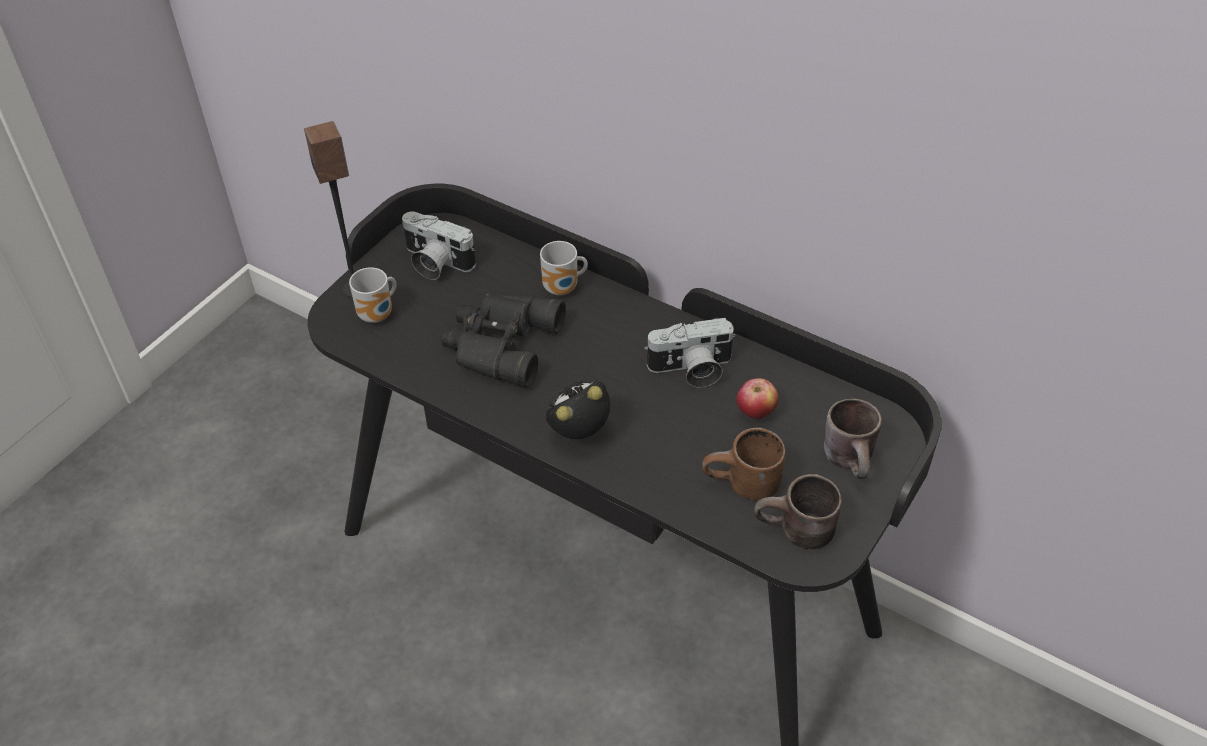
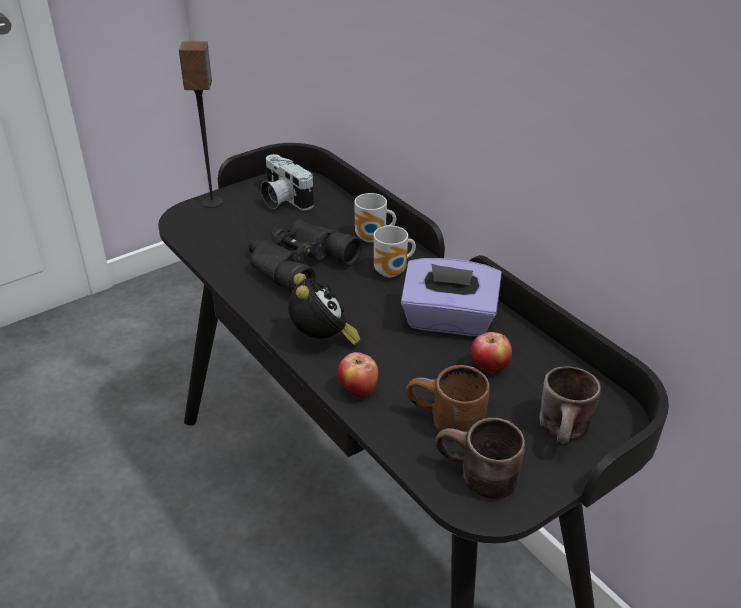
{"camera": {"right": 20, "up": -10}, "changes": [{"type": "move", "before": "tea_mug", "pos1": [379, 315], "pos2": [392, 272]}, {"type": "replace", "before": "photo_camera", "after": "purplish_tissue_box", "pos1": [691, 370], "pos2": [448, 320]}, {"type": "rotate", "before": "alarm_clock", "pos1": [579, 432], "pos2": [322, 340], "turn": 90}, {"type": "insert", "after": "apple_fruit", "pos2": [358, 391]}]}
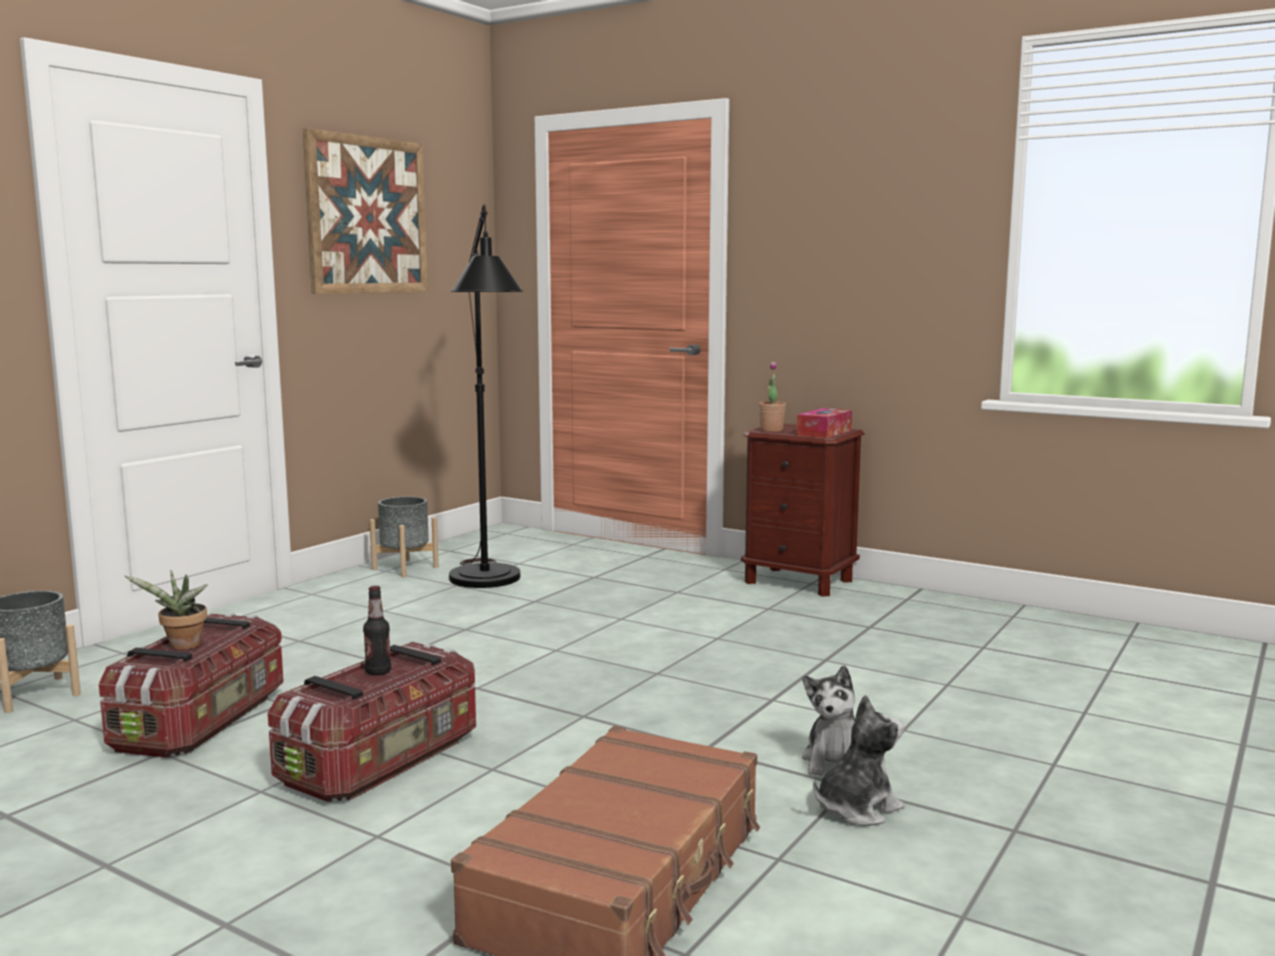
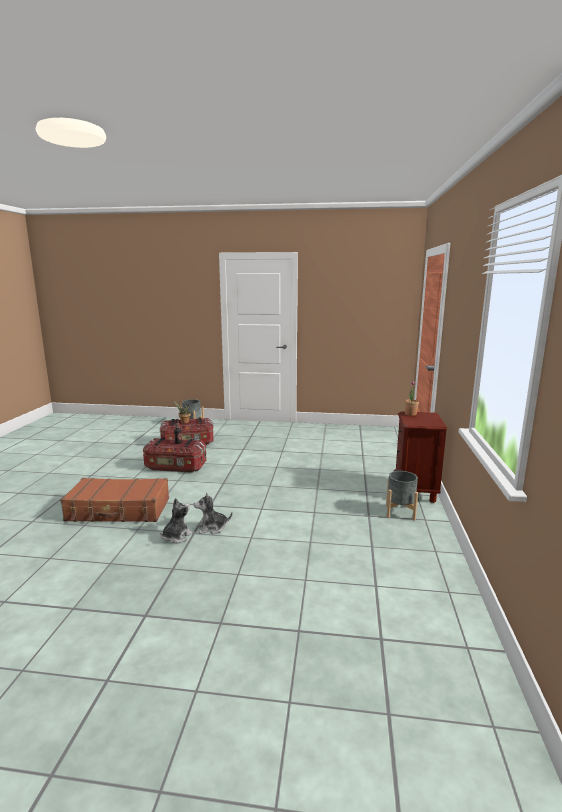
{"camera": {"right": 65, "up": 5}, "changes": [{"type": "delete", "before": "wall_art", "pos1": [367, 215]}, {"type": "delete", "before": "black-coloured_standing_lamp", "pos1": [487, 583]}, {"type": "delete", "before": "tissue_box", "pos1": [824, 433]}, {"type": "move", "before": "gray_flower_pot", "pos1": [405, 568], "pos2": [400, 512]}, {"type": "rotate", "before": "plush_toy", "pos1": [856, 809], "pos2": [176, 537], "turn": -90}]}
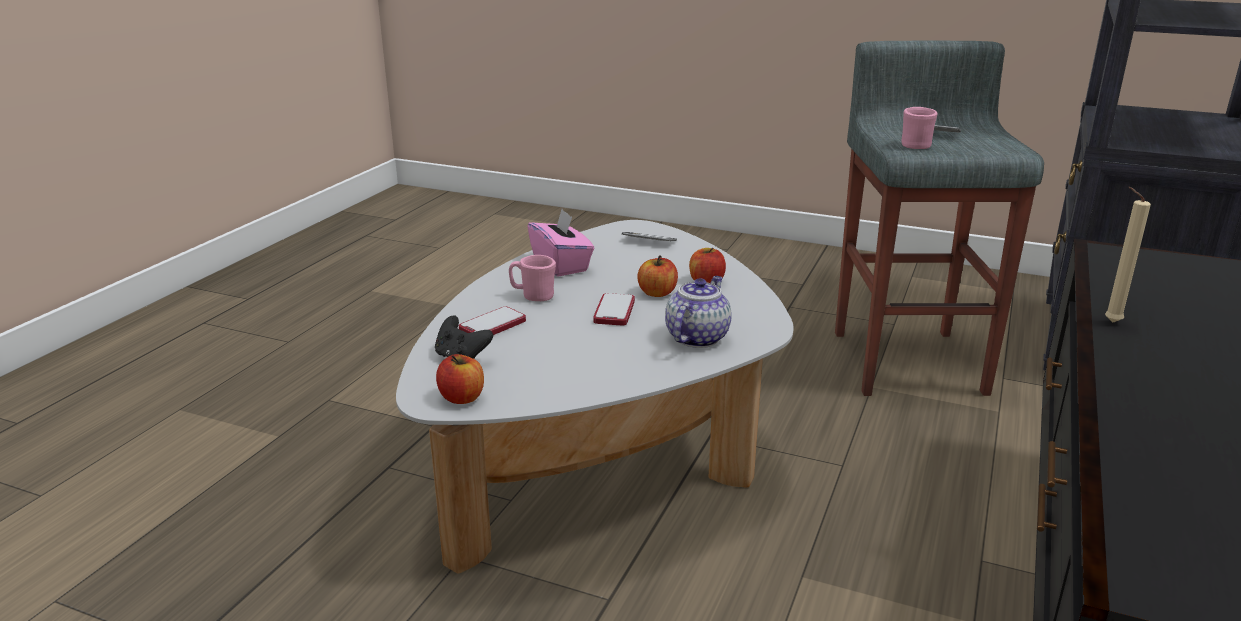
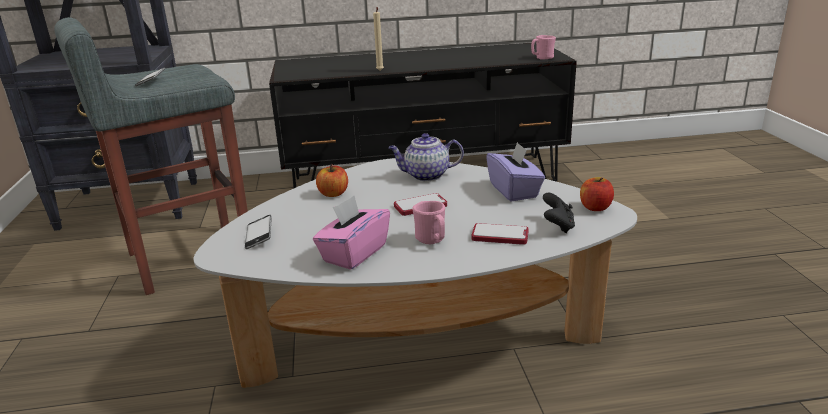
{"camera": {"right": -120, "up": 0}, "changes": [{"type": "move", "before": "pink-coloured_tea_mug", "pos1": [915, 145], "pos2": [542, 58]}, {"type": "delete", "before": "apple_fruit", "pos1": [657, 293]}, {"type": "insert", "after": "purplish_tissue_box", "pos2": [514, 190]}]}
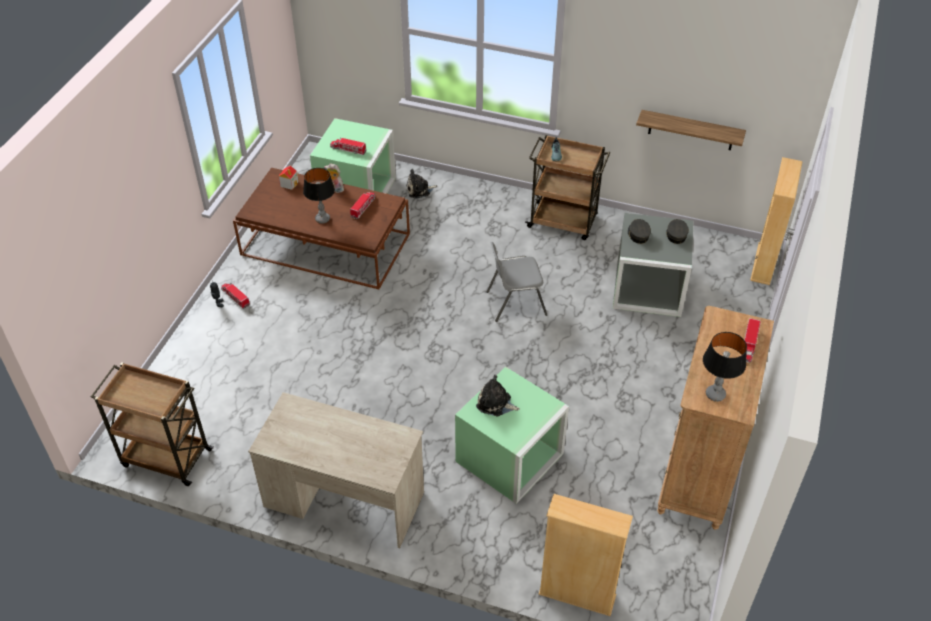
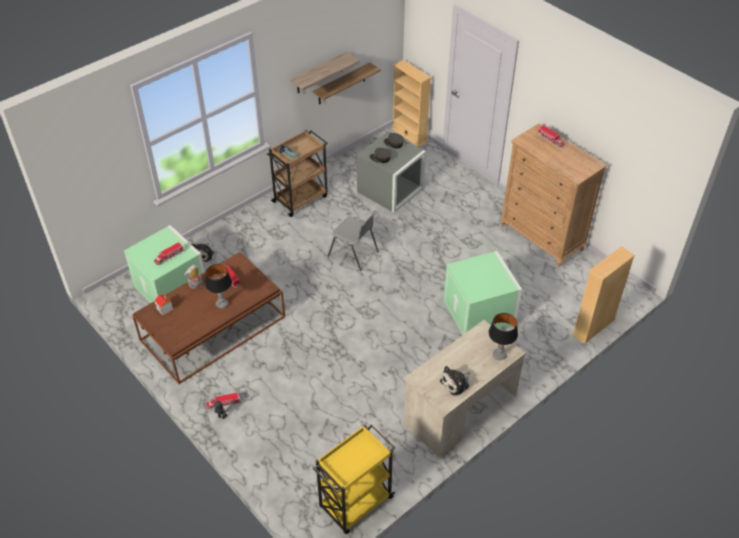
{"camera": {"right": -60, "up": 0}, "changes": [{"type": "rotate", "before": "gray_upright_chair", "pos1": [515, 303], "pos2": [354, 254], "turn": -75}, {"type": "move", "before": "table_lamp", "pos1": [715, 394], "pos2": [499, 355]}, {"type": "recolor", "before": "brown_wheeled_cart", "after": "yellow_wheeled_cart", "pos1": [165, 457], "pos2": [355, 503]}, {"type": "move", "before": "plush_toy", "pos1": [495, 403], "pos2": [456, 383]}, {"type": "insert", "after": "wall_shelf", "pos2": [319, 73]}]}
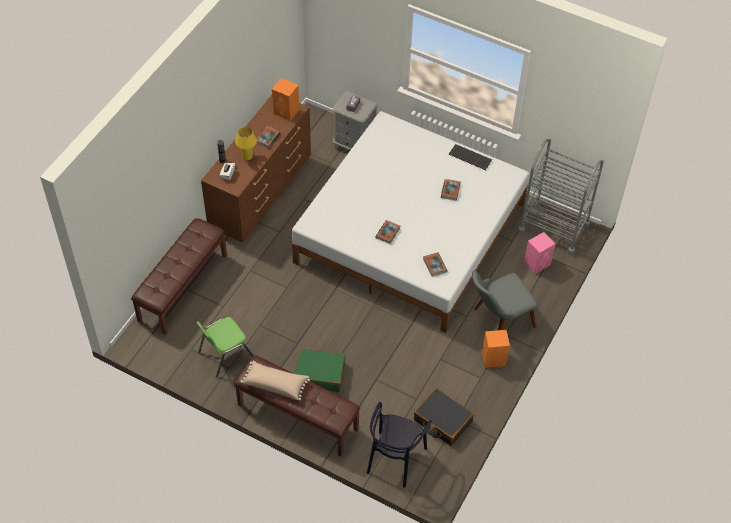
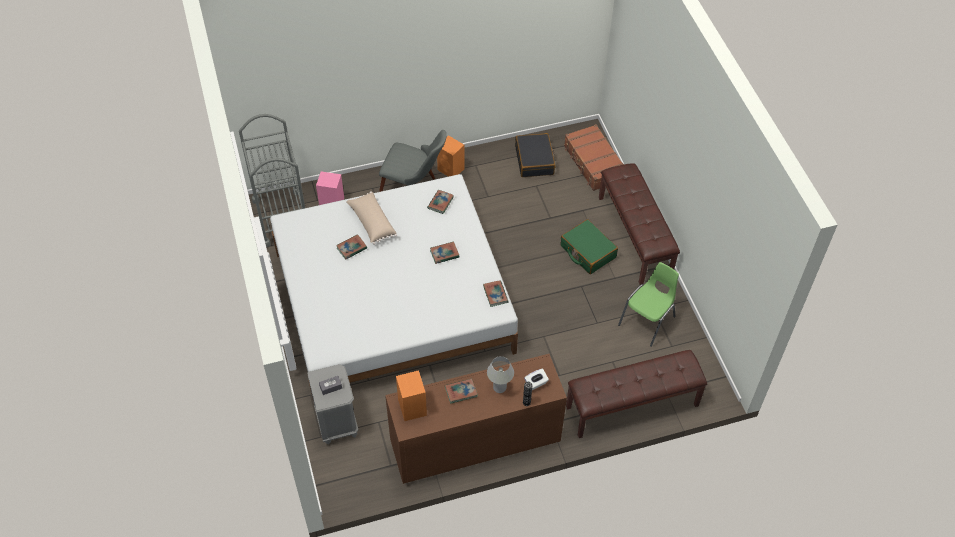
{"camera": {"right": -135, "up": 0}, "changes": [{"type": "recolor", "before": "yellow_table_lamp", "after": "whitish_table_lamp", "pos1": [247, 156], "pos2": [499, 387]}, {"type": "delete", "before": "keyboard", "pos1": [469, 158]}, {"type": "rotate", "before": "green_upright_chair", "pos1": [225, 355], "pos2": [648, 321], "turn": -60}, {"type": "move", "before": "beige-coloured_pillow", "pos1": [275, 384], "pos2": [371, 222]}, {"type": "replace", "before": "black-coloured_upright_chair", "after": "brown_travel_case", "pos1": [395, 458], "pos2": [593, 163]}, {"type": "insert", "after": "volume", "pos2": [495, 294]}]}
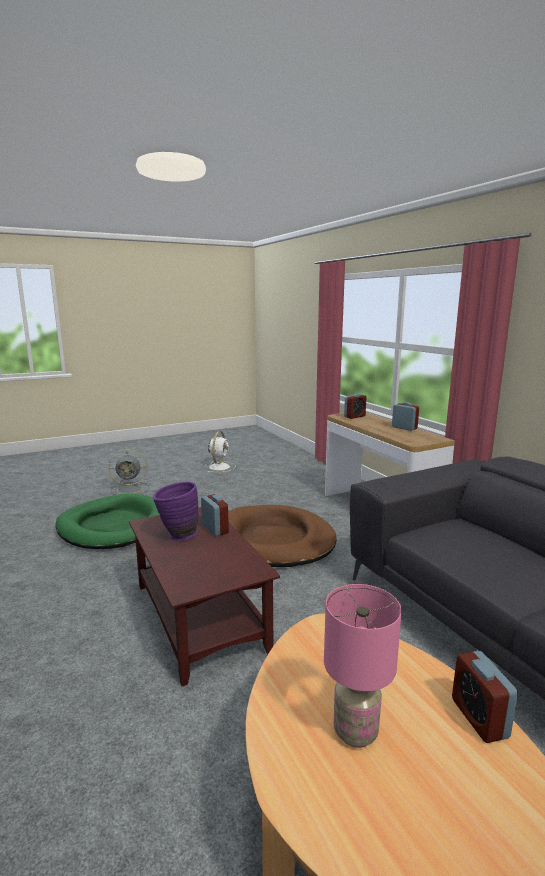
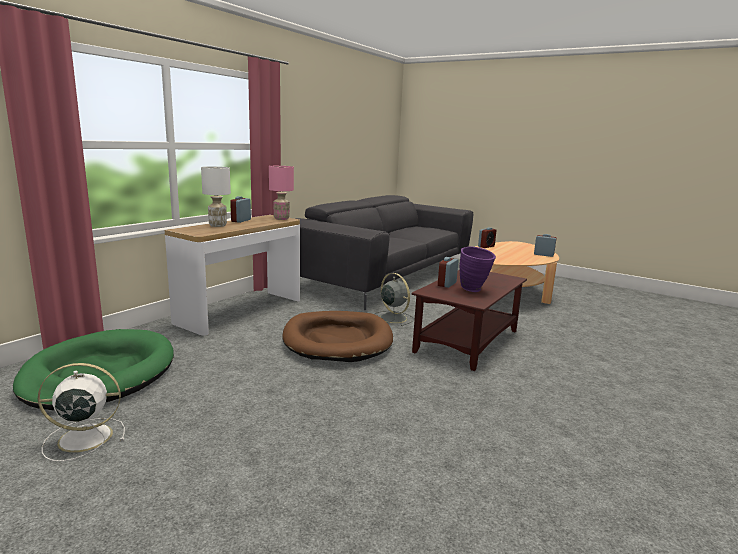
{"camera": {"right": -120, "up": 0}, "changes": [{"type": "move", "before": "alarm_clock", "pos1": [354, 416], "pos2": [543, 255]}, {"type": "move", "before": "gray_electric_fan", "pos1": [131, 489], "pos2": [392, 318]}, {"type": "move", "before": "green_pet_bed", "pos1": [114, 526], "pos2": [100, 374]}, {"type": "move", "before": "pink-coloured_table_lamp", "pos1": [356, 731], "pos2": [281, 219]}, {"type": "insert", "after": "whitish_table_lamp", "pos2": [217, 225]}]}
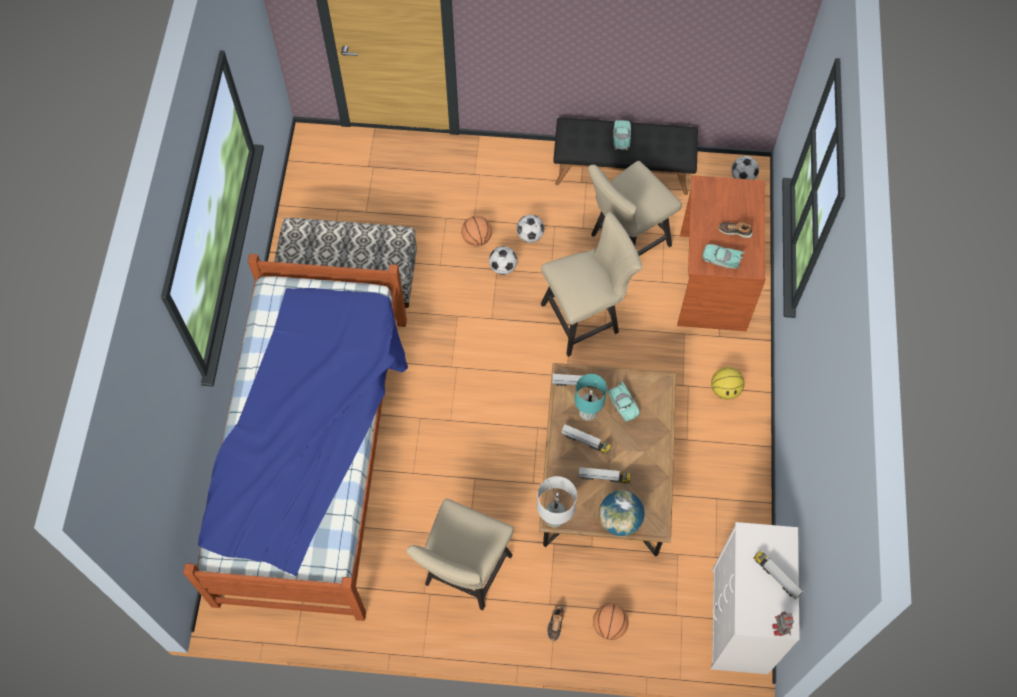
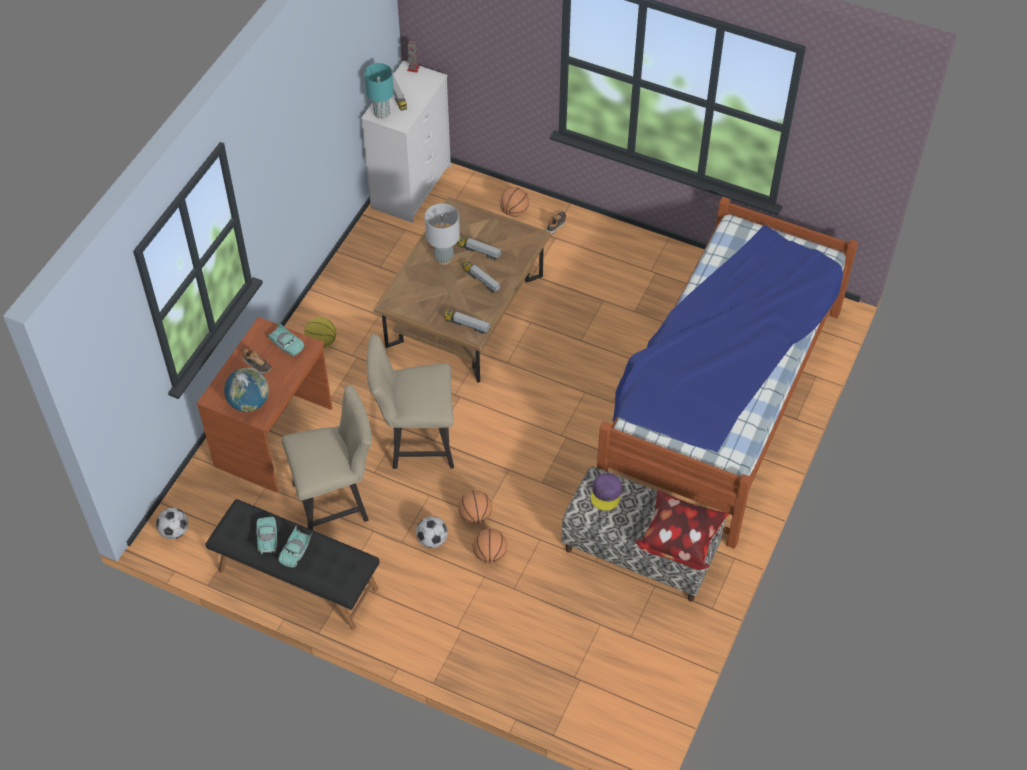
{"camera": {"right": -160, "up": -10}, "changes": [{"type": "replace", "before": "ball_for_football", "after": "ball_for_basketball", "pos1": [503, 267], "pos2": [475, 516]}, {"type": "move", "before": "blue-green_table_lamp", "pos1": [588, 412], "pos2": [381, 113]}, {"type": "move", "before": "blue-green_toy_car", "pos1": [622, 404], "pos2": [267, 538]}, {"type": "move", "before": "gray_table_lamp", "pos1": [554, 518], "pos2": [443, 259]}, {"type": "move", "before": "globe", "pos1": [619, 520], "pos2": [249, 402]}, {"type": "delete", "before": "beige-coloured_upright_chair", "pos1": [464, 575]}, {"type": "insert", "after": "purplish_cap", "pos2": [606, 493]}, {"type": "insert", "after": "pillow", "pos2": [679, 540]}]}
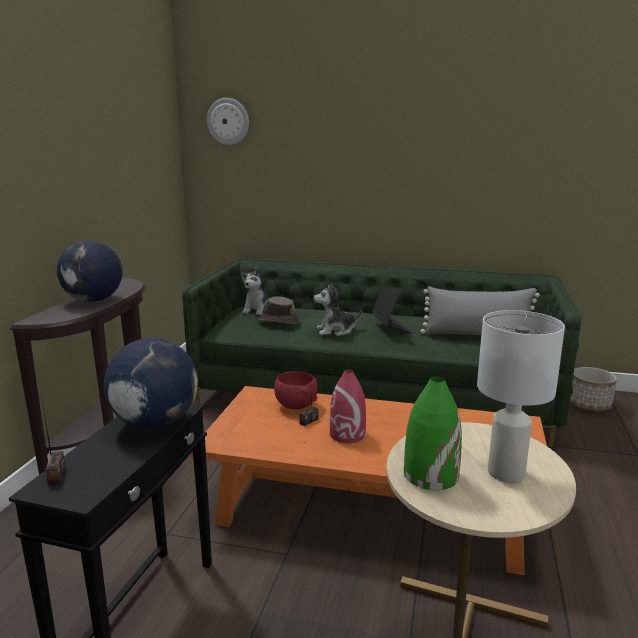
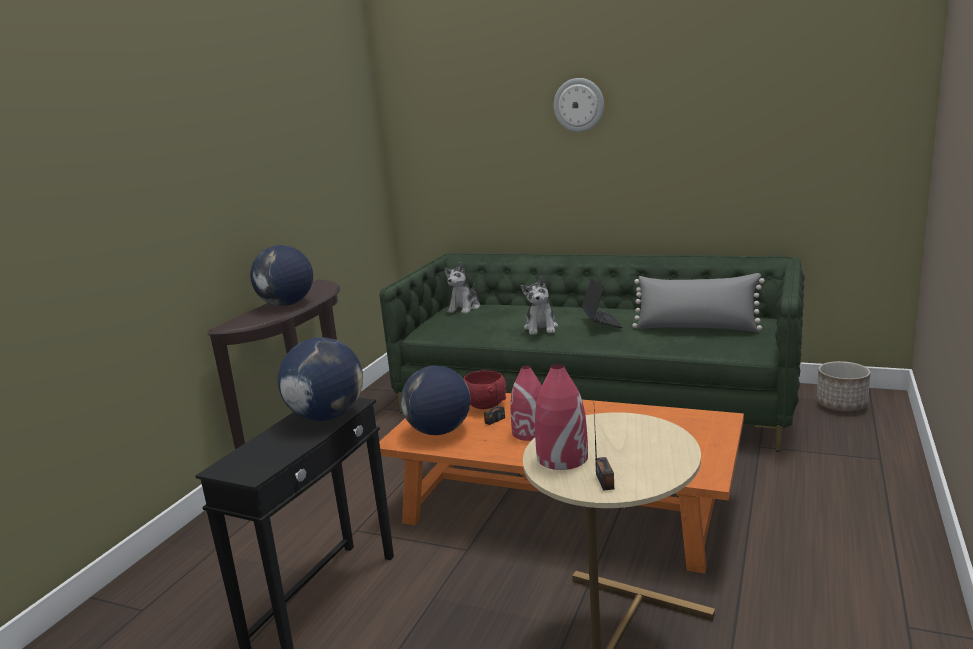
{"camera": {"right": 10, "up": 0}, "changes": [{"type": "move", "before": "wall_clock", "pos1": [228, 121], "pos2": [579, 105]}, {"type": "rotate", "before": "plush_toy", "pos1": [335, 331], "pos2": [541, 328], "turn": -90}, {"type": "delete", "before": "brown_hat", "pos1": [278, 321]}, {"type": "delete", "before": "whitish_table_lamp", "pos1": [507, 473]}, {"type": "recolor", "before": "green_flower_vase", "after": "reddish_flower_vase", "pos1": [430, 475], "pos2": [561, 457]}, {"type": "move", "before": "radio_set", "pos1": [56, 475], "pos2": [604, 481]}, {"type": "insert", "after": "globe", "pos2": [439, 431]}]}
